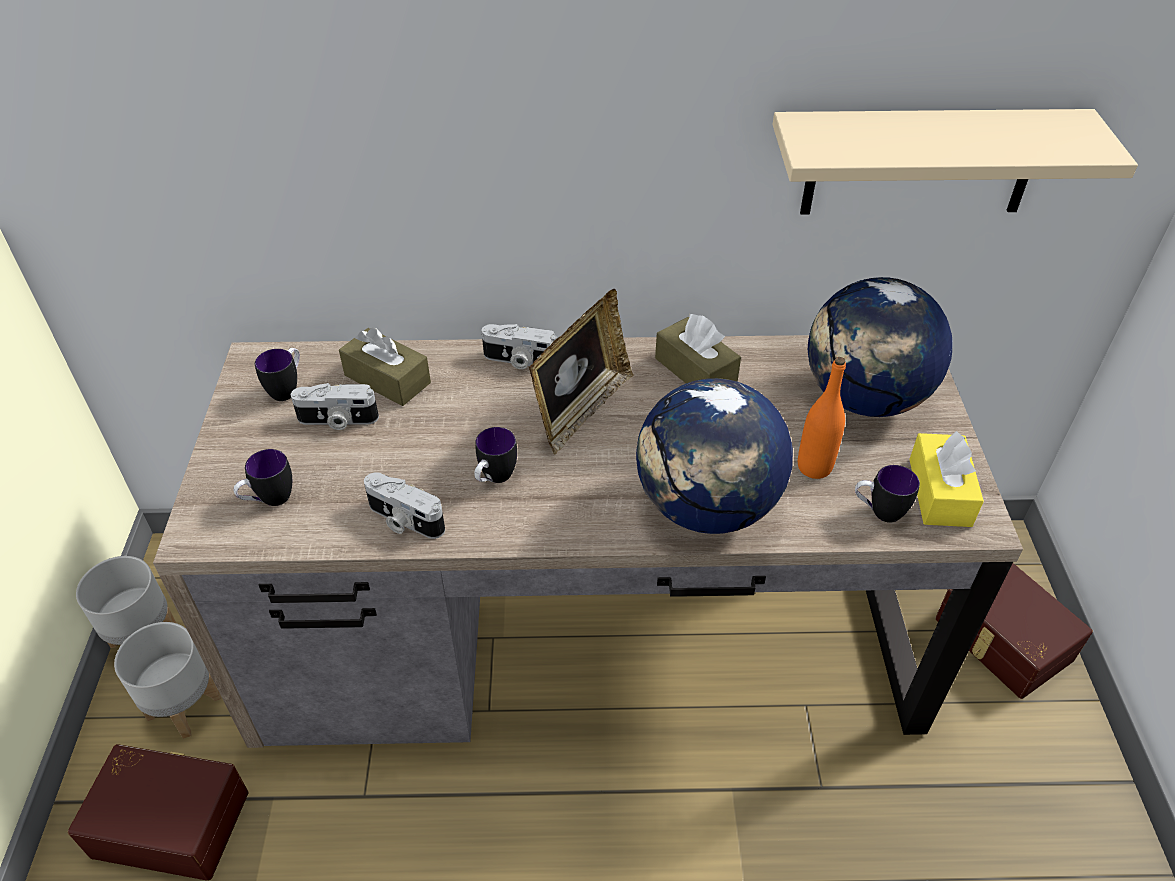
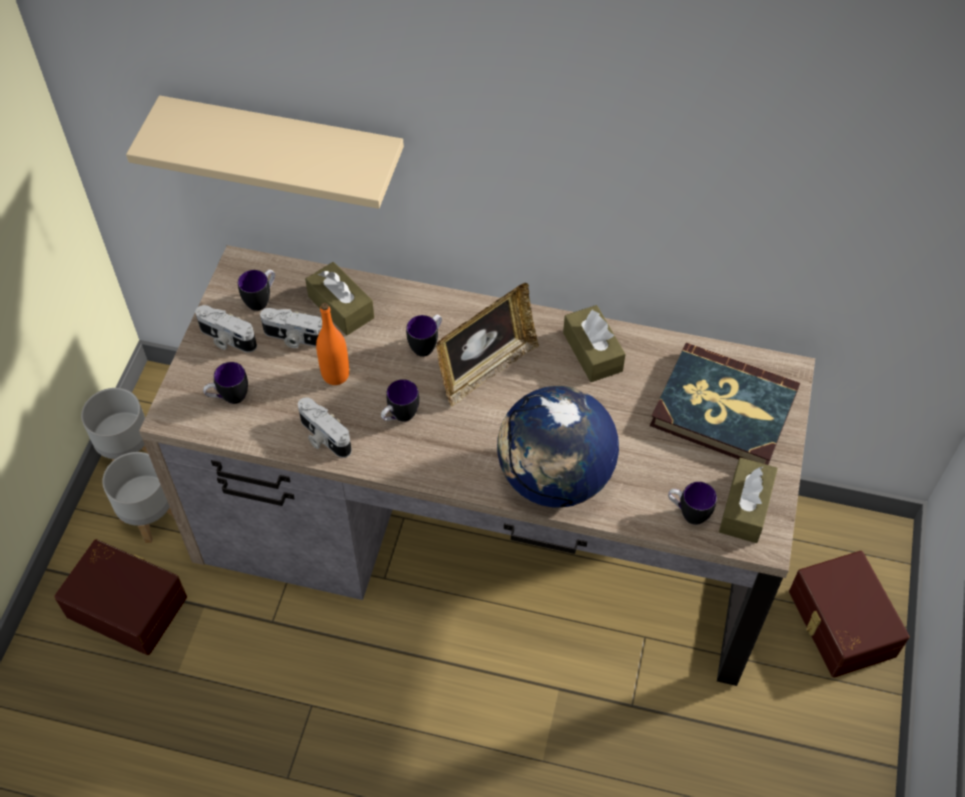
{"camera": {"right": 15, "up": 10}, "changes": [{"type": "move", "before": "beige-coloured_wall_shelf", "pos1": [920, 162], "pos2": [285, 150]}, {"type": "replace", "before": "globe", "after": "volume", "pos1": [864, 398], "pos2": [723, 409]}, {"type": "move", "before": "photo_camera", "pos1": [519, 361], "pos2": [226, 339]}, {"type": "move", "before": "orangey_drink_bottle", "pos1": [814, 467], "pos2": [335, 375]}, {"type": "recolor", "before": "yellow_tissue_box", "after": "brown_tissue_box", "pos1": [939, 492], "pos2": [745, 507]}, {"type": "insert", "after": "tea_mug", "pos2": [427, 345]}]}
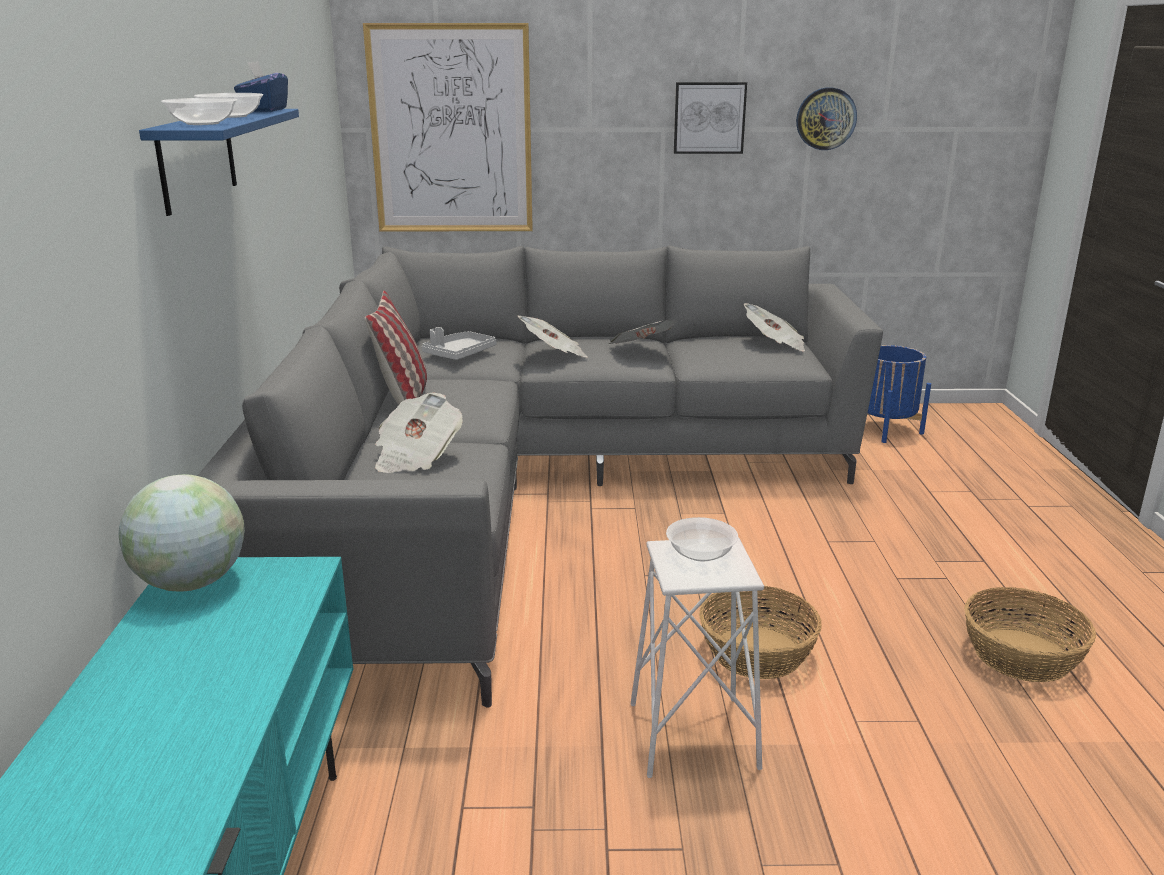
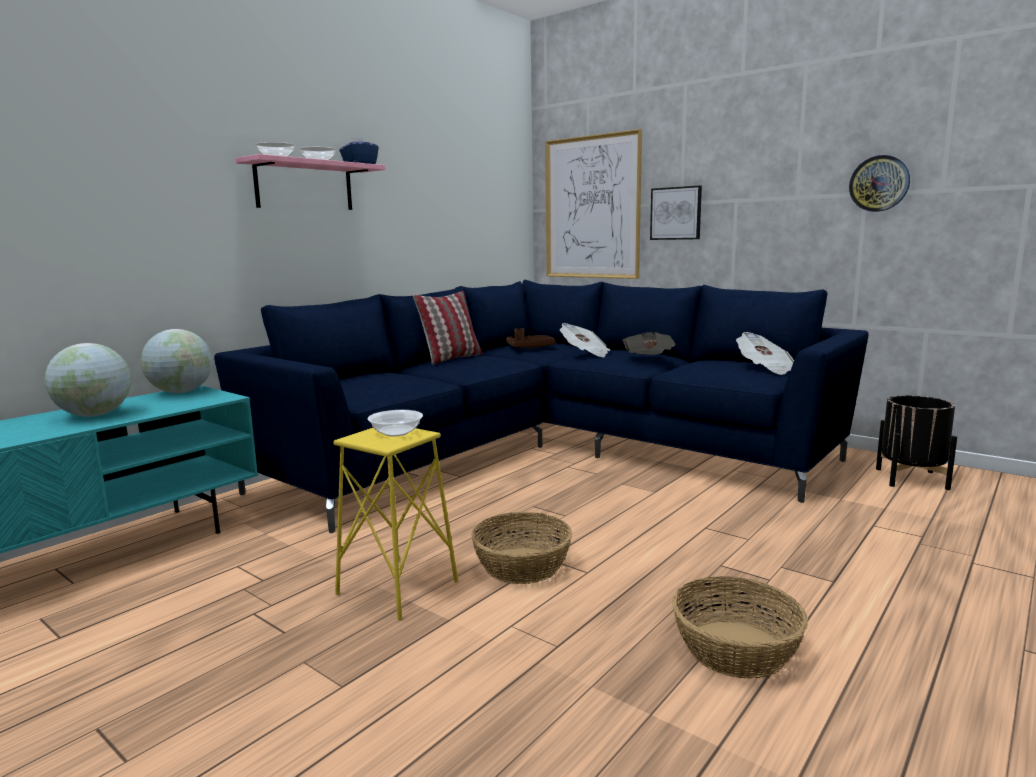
{"camera": {"right": 40, "up": -10}, "changes": [{"type": "move", "before": "wall_art", "pos1": [709, 118], "pos2": [676, 213]}, {"type": "recolor", "before": "blue_wall_shelf", "after": "pink-coloured_wall_shelf", "pos1": [197, 159], "pos2": [304, 186]}, {"type": "recolor", "before": "gray_couch", "after": "blue_couch", "pos1": [530, 493], "pos2": [545, 451]}, {"type": "recolor", "before": "gray_serving_tray", "after": "brown_serving_tray", "pos1": [459, 354], "pos2": [530, 347]}, {"type": "recolor", "before": "blue_flower_pot", "after": "black-coloured_flower_pot", "pos1": [885, 429], "pos2": [911, 479]}, {"type": "delete", "before": "daily_paper", "pos1": [416, 457]}, {"type": "recolor", "before": "whitish_stool_seat", "after": "yellow_stool_seat", "pos1": [693, 735], "pos2": [398, 587]}, {"type": "insert", "after": "globe", "pos2": [95, 415]}]}
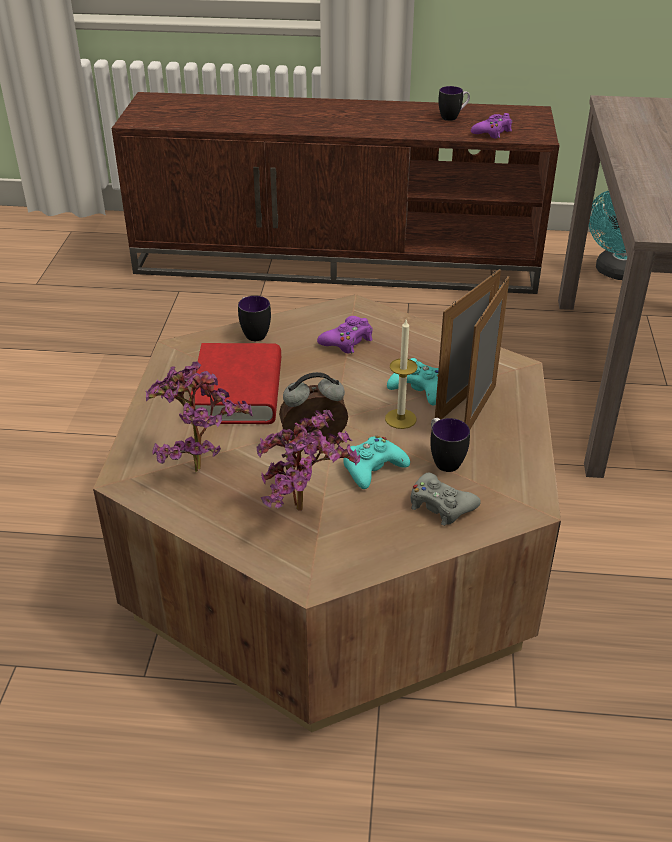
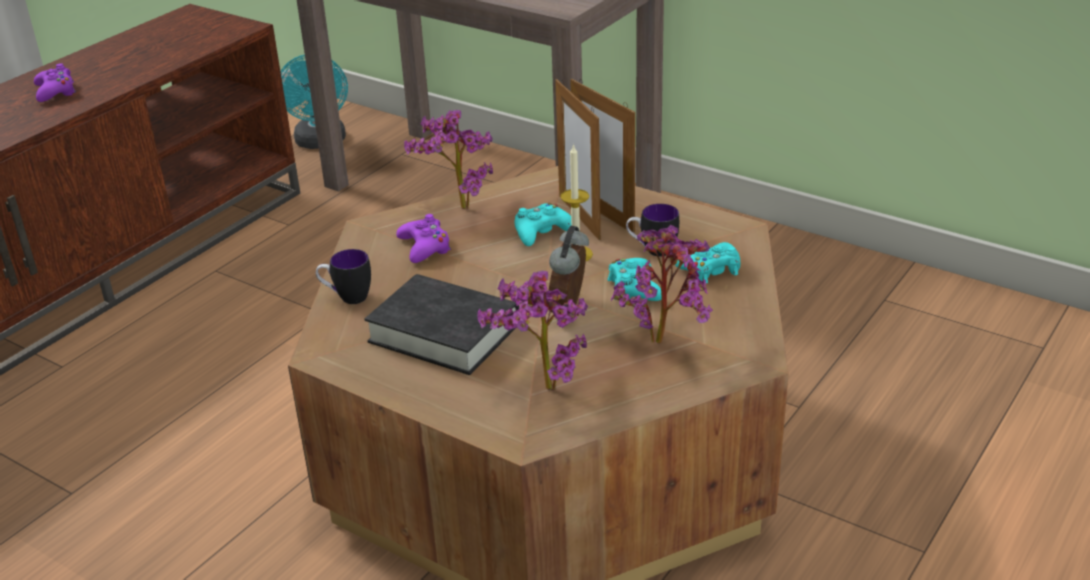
{"camera": {"right": -60, "up": -5}, "changes": [{"type": "delete", "before": "tea_mug", "pos1": [453, 117]}, {"type": "move", "before": "purplish_joypad", "pos1": [492, 132], "pos2": [56, 91]}, {"type": "recolor", "before": "reddish_volume", "after": "black-coloured_volume", "pos1": [238, 392], "pos2": [444, 333]}, {"type": "recolor", "before": "gray_joypad", "after": "blue-green_joypad", "pos1": [441, 505], "pos2": [710, 270]}, {"type": "insert", "after": "potted_plant", "pos2": [457, 207]}]}
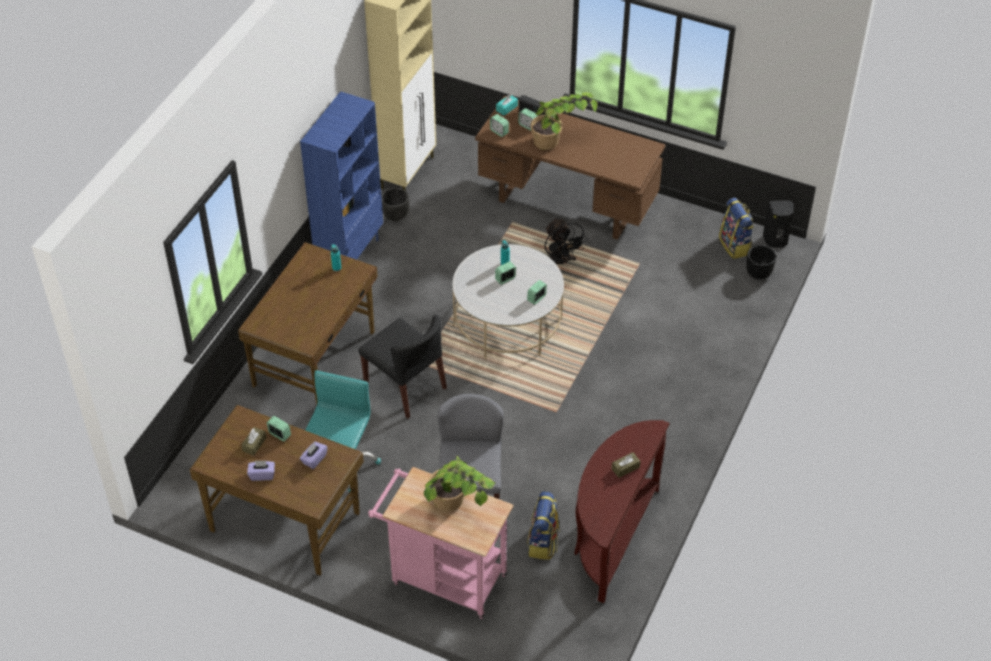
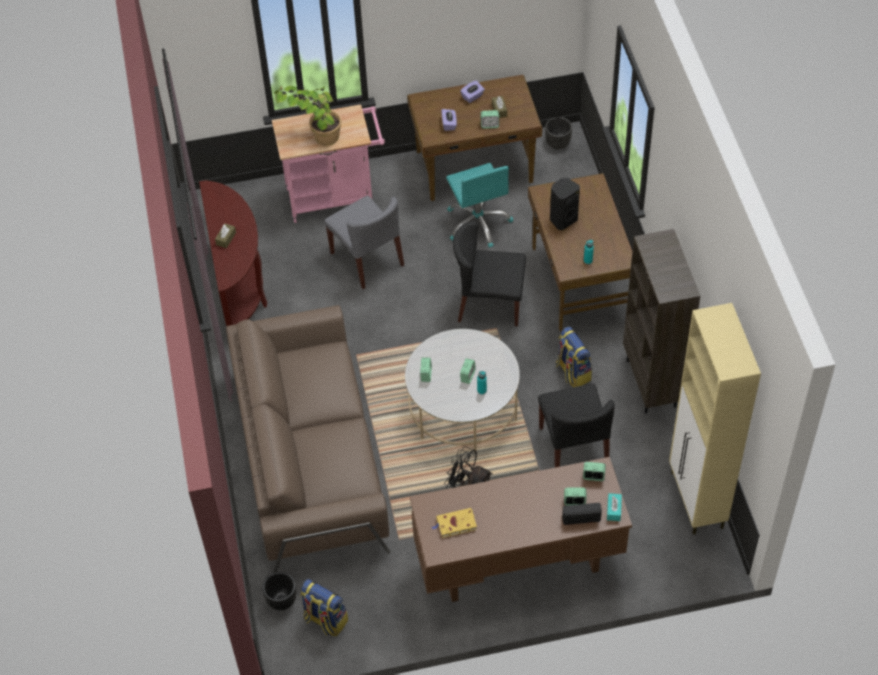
{"camera": {"right": 145, "up": 5}, "changes": [{"type": "recolor", "before": "blue_bookshelf", "after": "brown_bookshelf", "pos1": [350, 255], "pos2": [652, 383]}, {"type": "delete", "before": "potted_plant", "pos1": [559, 143]}, {"type": "move", "before": "black-coloured_flower_pot", "pos1": [395, 216], "pos2": [557, 143]}, {"type": "move", "before": "black-coloured_audio_speaker", "pos1": [775, 240], "pos2": [562, 219]}, {"type": "move", "before": "knapsack", "pos1": [543, 543], "pos2": [572, 372]}, {"type": "insert", "after": "brown_couch", "pos2": [310, 456]}, {"type": "insert", "after": "black-coloured_upright_chair", "pos2": [574, 448]}, {"type": "insert", "after": "yellow_volume", "pos2": [455, 524]}]}
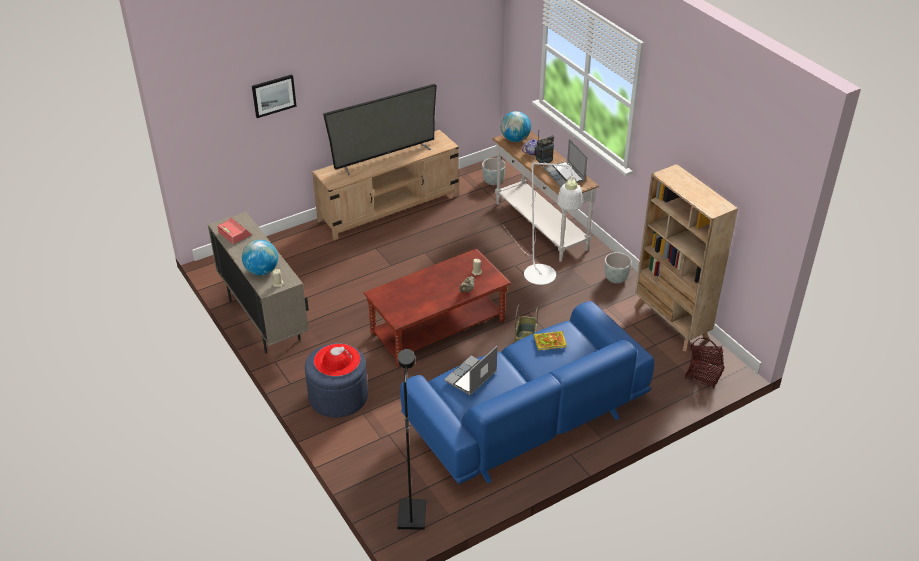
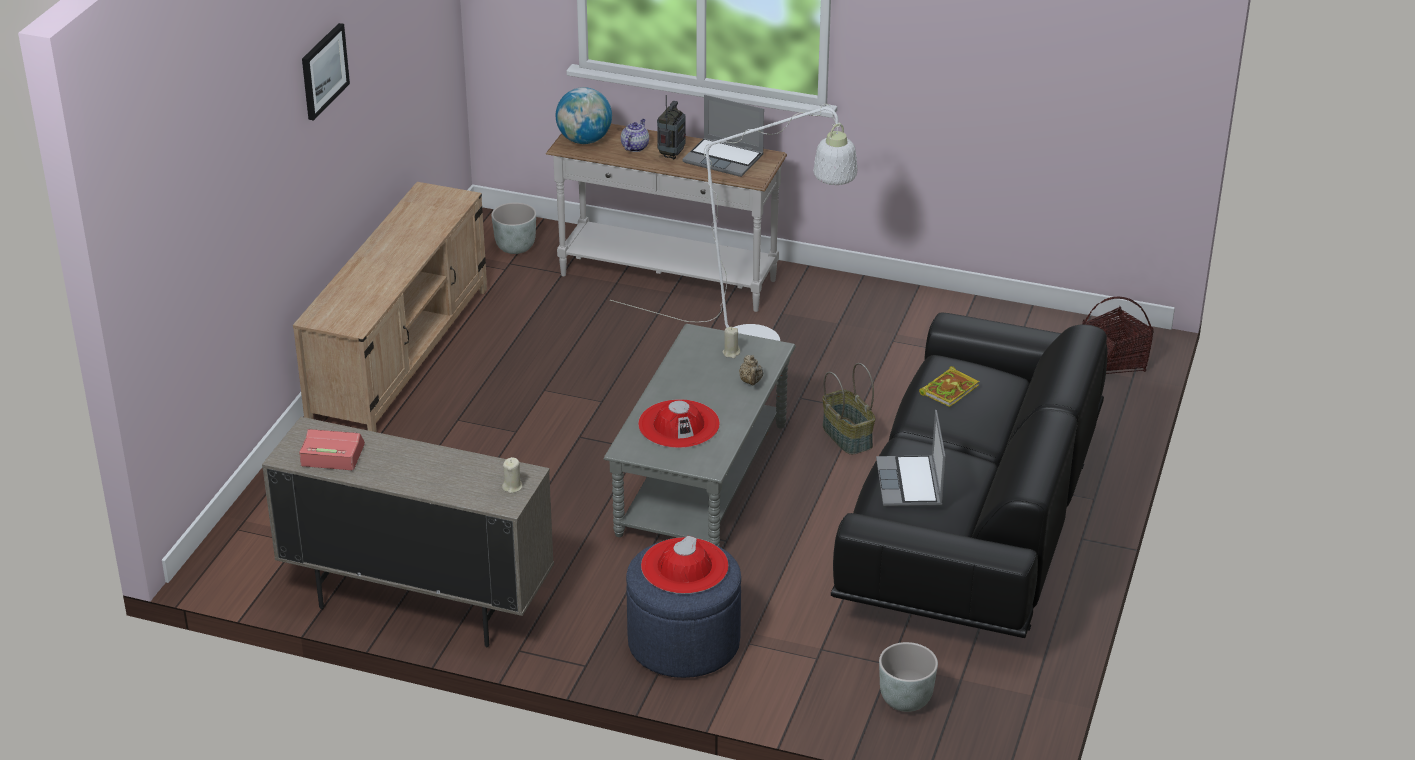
{"camera": {"right": -40, "up": -5}, "changes": [{"type": "move", "before": "wall_art", "pos1": [273, 95], "pos2": [323, 71]}, {"type": "delete", "before": "TV", "pos1": [384, 157]}, {"type": "delete", "before": "beige-coloured_bookshelf", "pos1": [671, 323]}, {"type": "delete", "before": "globe", "pos1": [262, 271]}, {"type": "recolor", "before": "brown_lounge_table", "after": "gray_lounge_table", "pos1": [437, 328], "pos2": [702, 479]}, {"type": "move", "before": "gray_flower_pot", "pos1": [615, 278], "pos2": [905, 700]}, {"type": "recolor", "before": "blue_couch", "after": "black-coloured_couch", "pos1": [525, 418], "pos2": [971, 527]}, {"type": "delete", "before": "black-coloured_standing_lamp", "pos1": [411, 515]}, {"type": "insert", "after": "reddish_hat", "pos2": [679, 424]}]}
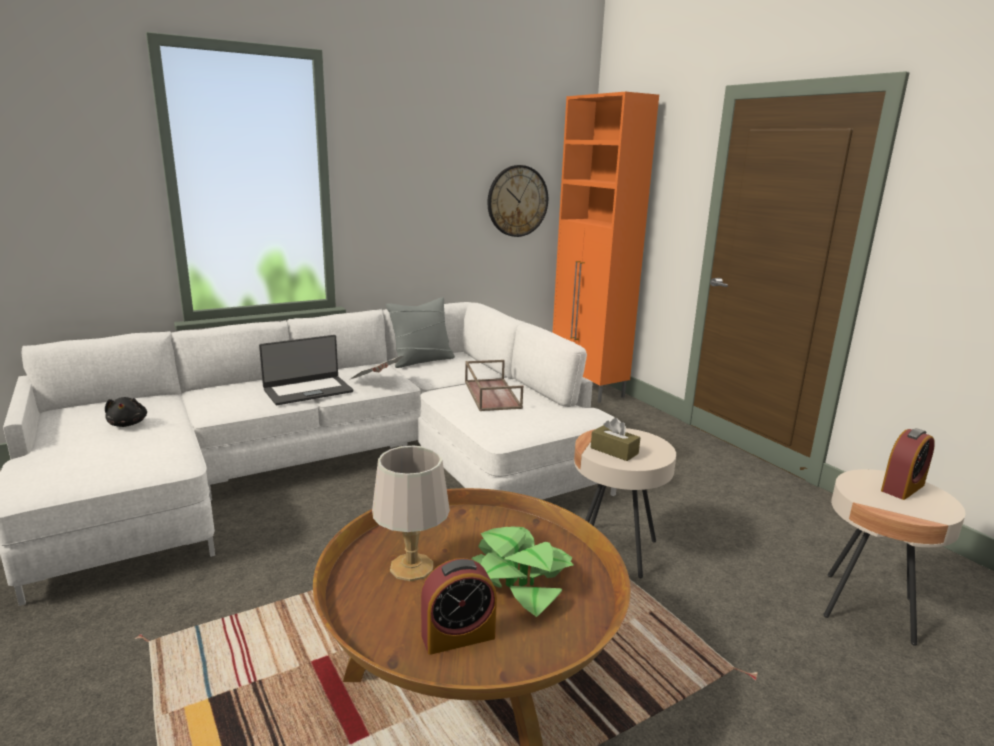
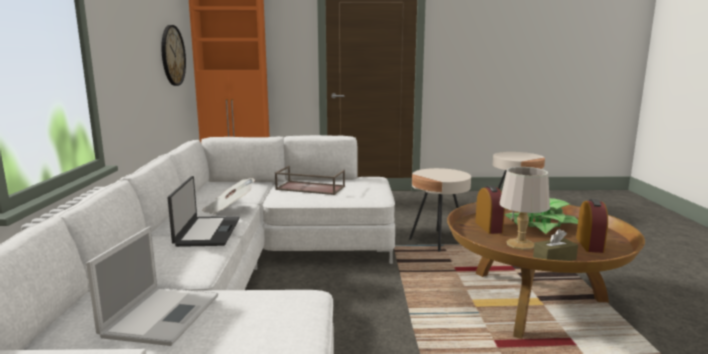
{"camera": {"right": -60, "up": -5}, "changes": [{"type": "delete", "before": "gray_pillow", "pos1": [421, 360]}, {"type": "replace", "before": "black-coloured_plush_toy", "after": "portable_computer", "pos1": [128, 424], "pos2": [162, 314]}, {"type": "move", "before": "brown_tissue_box", "pos1": [614, 451], "pos2": [554, 258]}, {"type": "move", "before": "alarm_clock", "pos1": [902, 488], "pos2": [488, 227]}]}
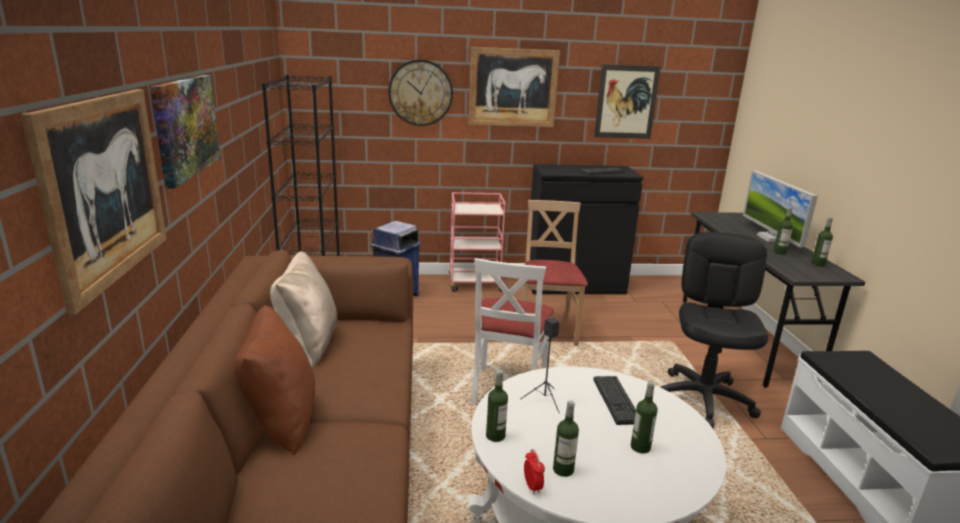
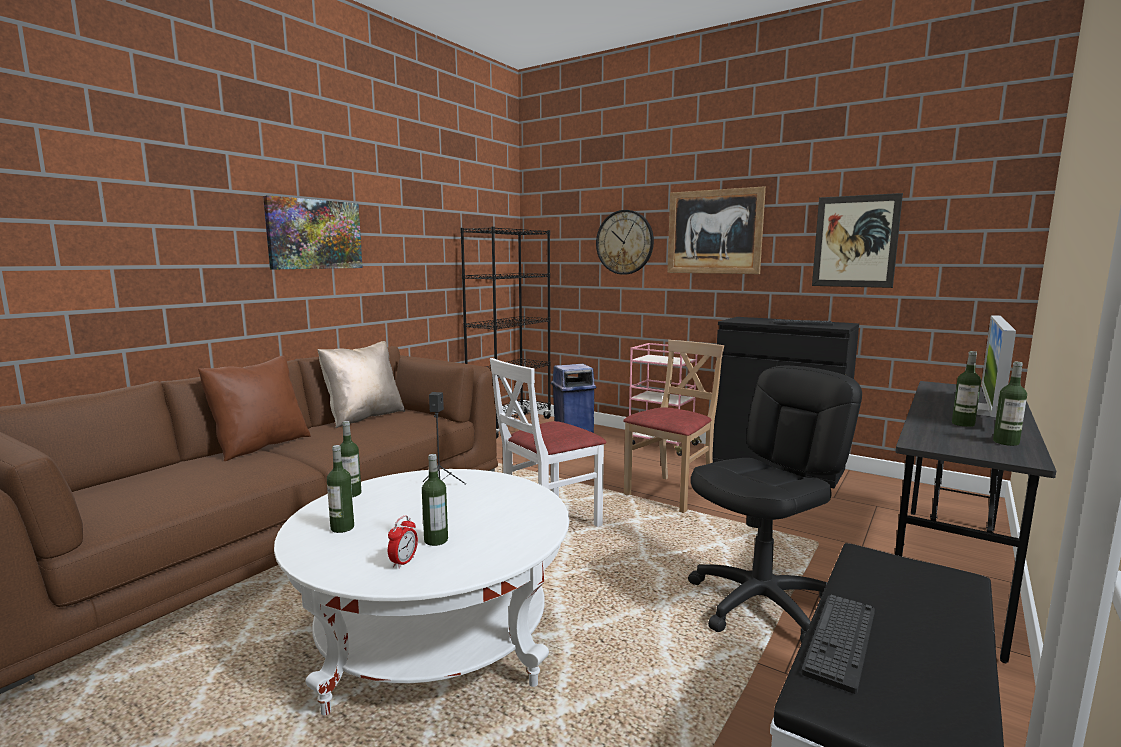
{"camera": {"right": 40, "up": -10}, "changes": [{"type": "delete", "before": "wall_art", "pos1": [105, 190]}, {"type": "move", "before": "keyboard", "pos1": [616, 400], "pos2": [840, 641]}, {"type": "move", "before": "alarm_clock", "pos1": [532, 486], "pos2": [403, 562]}]}
